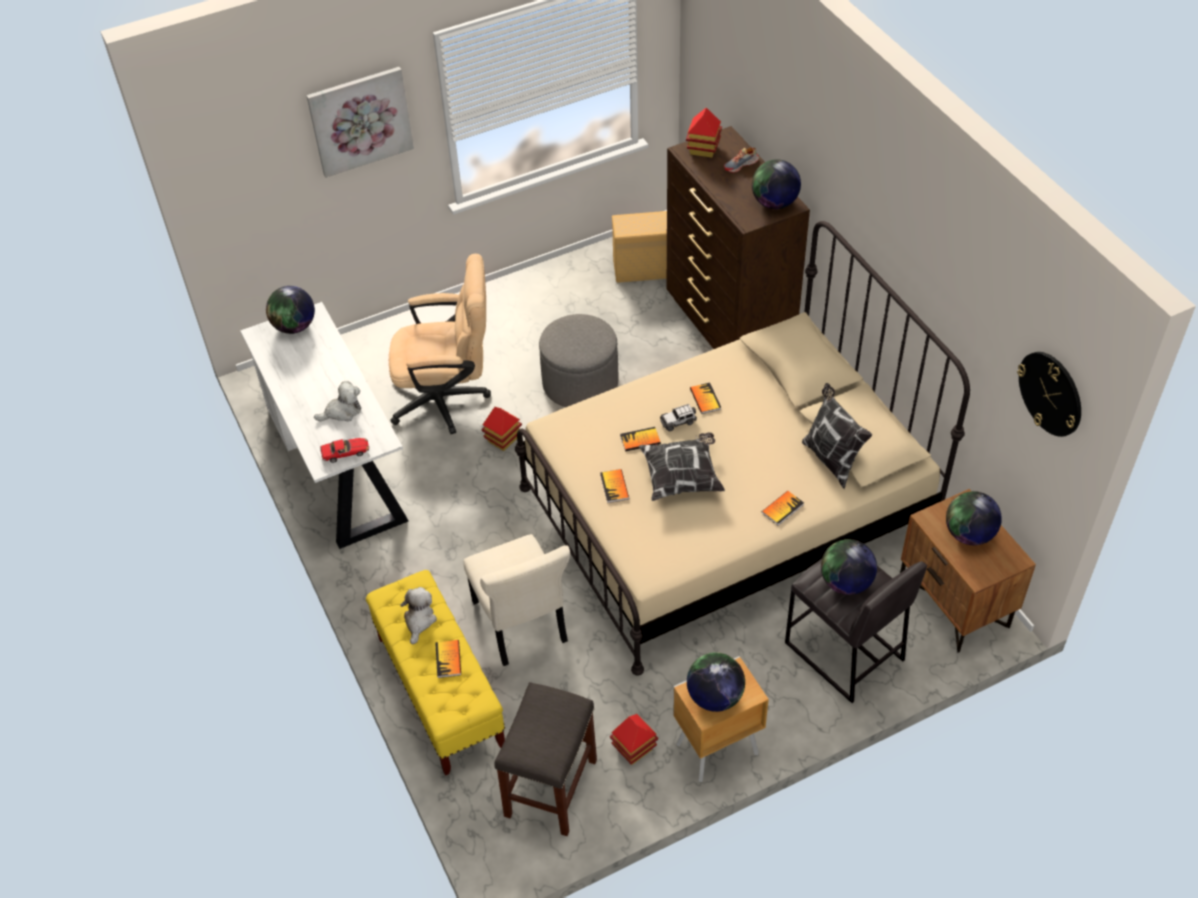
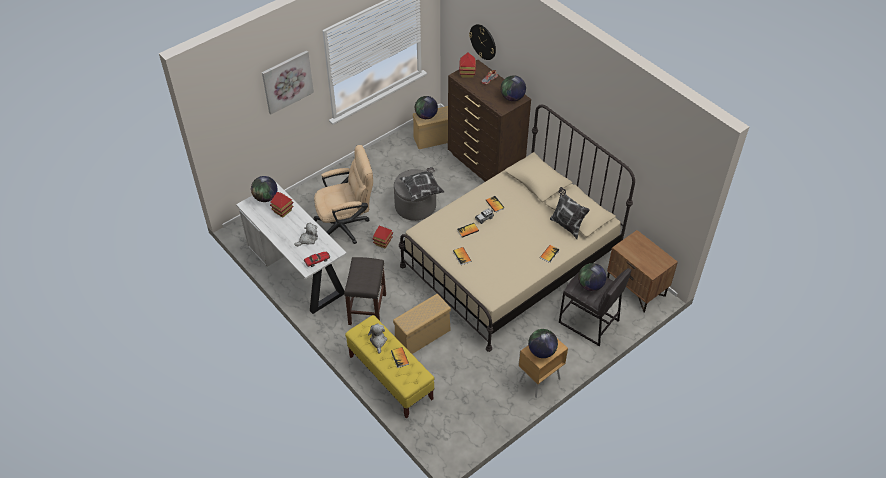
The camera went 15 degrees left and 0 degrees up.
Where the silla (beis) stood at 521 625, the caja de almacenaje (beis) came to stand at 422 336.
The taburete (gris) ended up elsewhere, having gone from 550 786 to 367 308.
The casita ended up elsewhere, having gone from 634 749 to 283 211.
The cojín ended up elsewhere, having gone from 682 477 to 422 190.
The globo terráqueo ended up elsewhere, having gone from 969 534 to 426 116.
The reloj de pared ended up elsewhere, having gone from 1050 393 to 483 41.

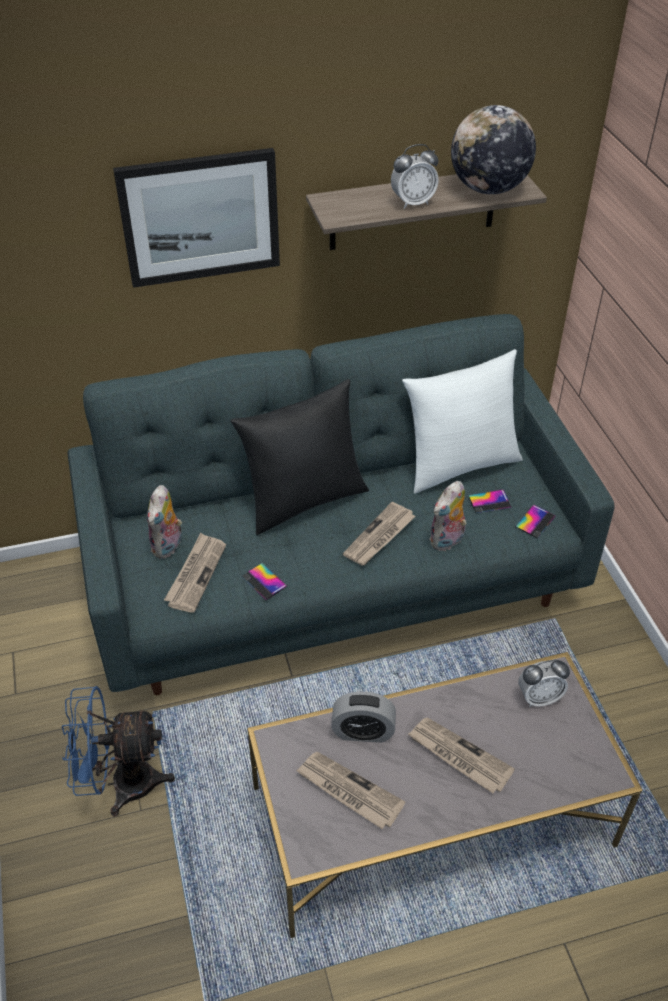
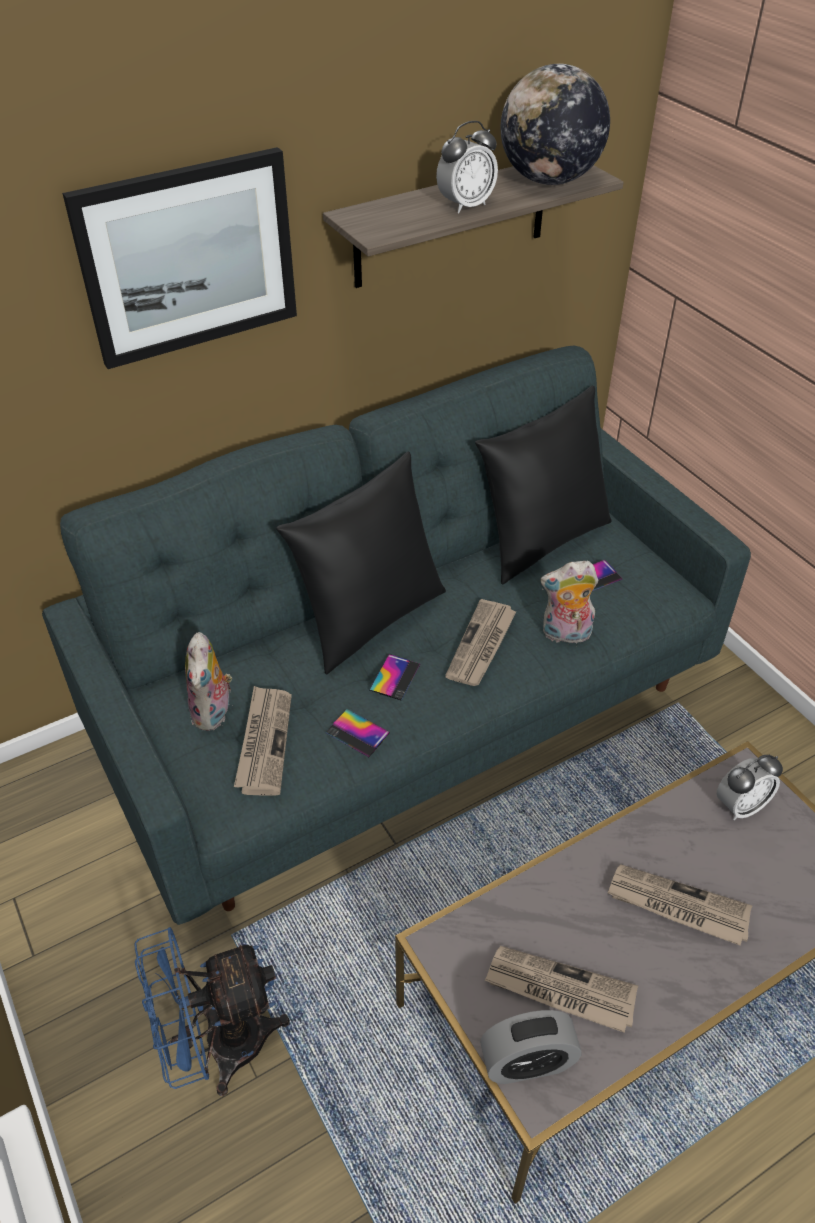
The camera went 15 degrees left and 0 degrees up.
The despertador ended up elsewhere, having gone from 363 731 to 527 1062.
What was the cojín (blanco) at 459 464 turned into the cojín (negro) at 541 540.
The peluche at 447 541 ended up facing another way, 60 degrees clockwise from before.
The móvil ended up elsewhere, having gone from 535 521 to 395 677.

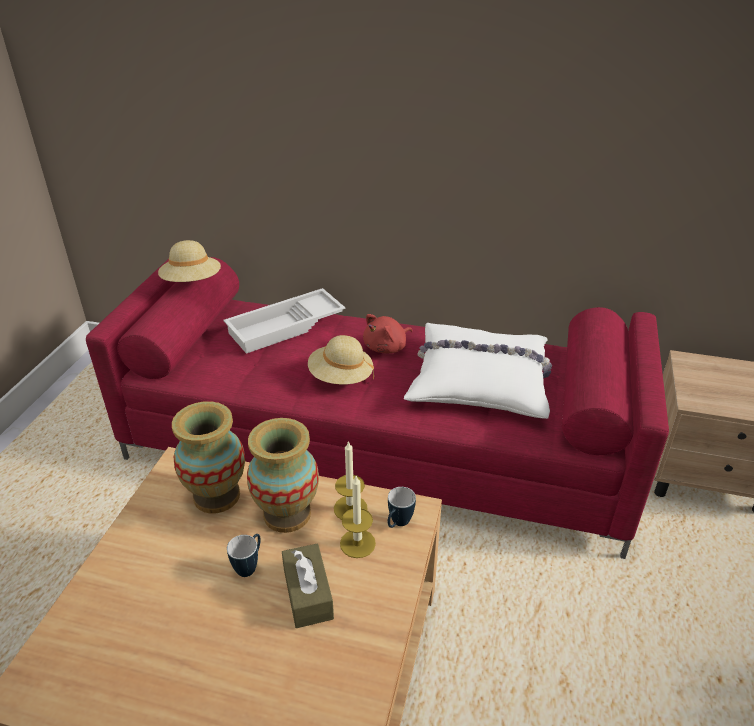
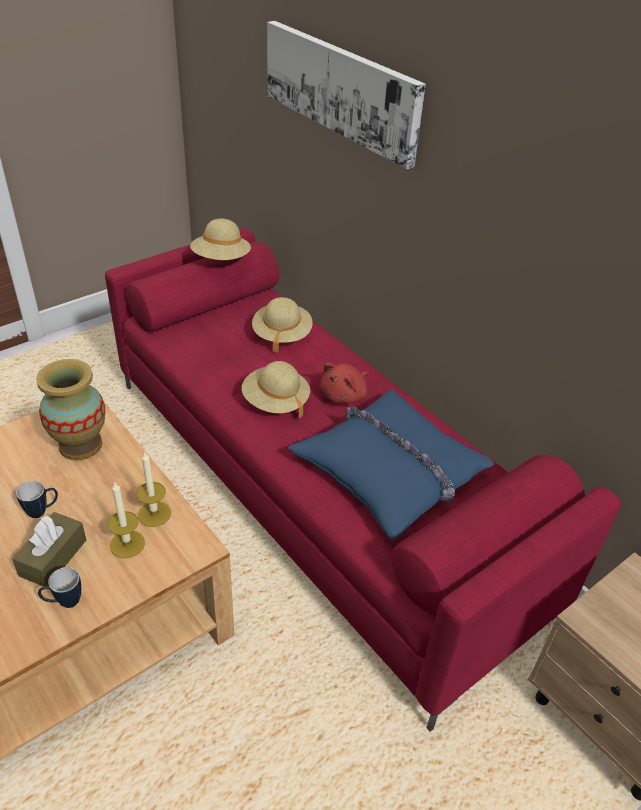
The camera went 35 degrees right and 5 degrees up.
Where the bandeja (blanco) stood at 286 327, the sombrero (beis) came to stand at 282 335.
The second view lost the florero at 287 514.
The peluche (rojo) at 387 347 ended up facing another way, 45 degrees counterclockwise from before.
The taza grande ended up elsewhere, having gone from 398 524 to 64 602.
What was the cojín (blanco) at 480 381 turned into the cojín (azul) at 390 471.
The second view gained the cuadro at 341 89.

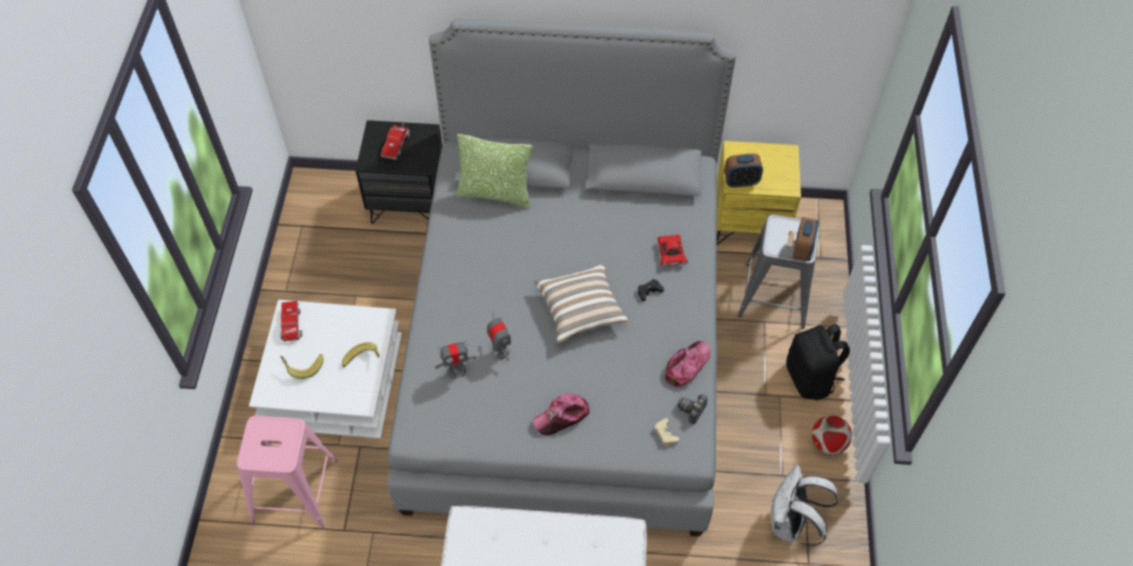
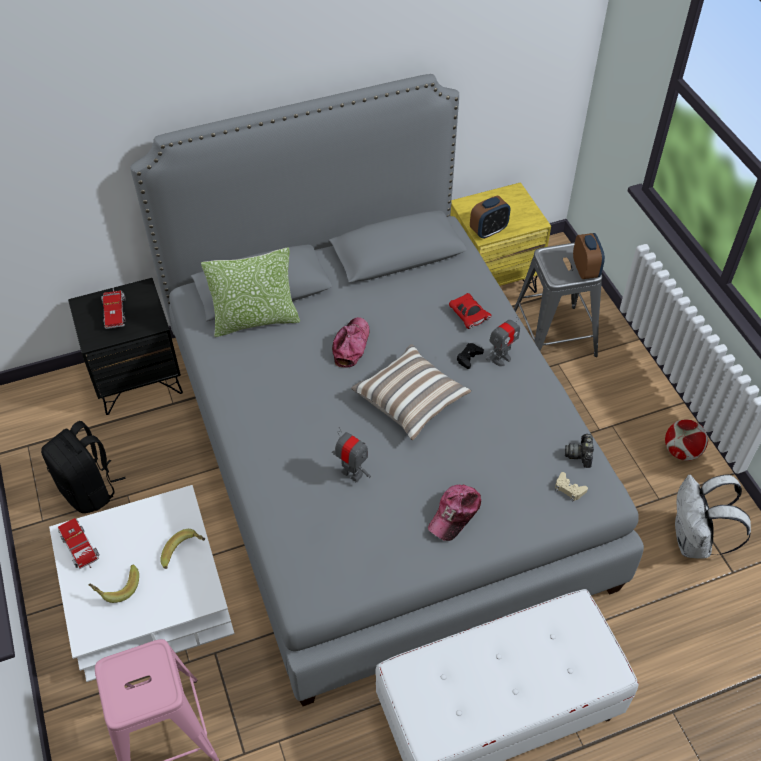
The camera went 25 degrees left and 5 degrees down.
The robot de juguete ended up elsewhere, having gone from 456 371 to 501 359.
The gorra ended up elsewhere, having gone from 687 365 to 351 345.
The mochila (negro) ended up elsewhere, having gone from 811 378 to 89 490.

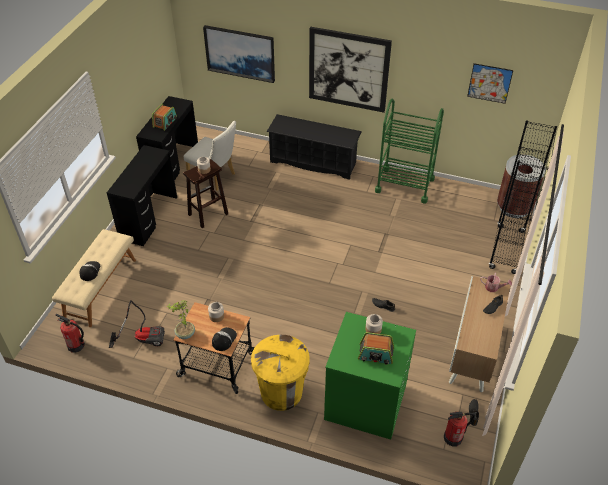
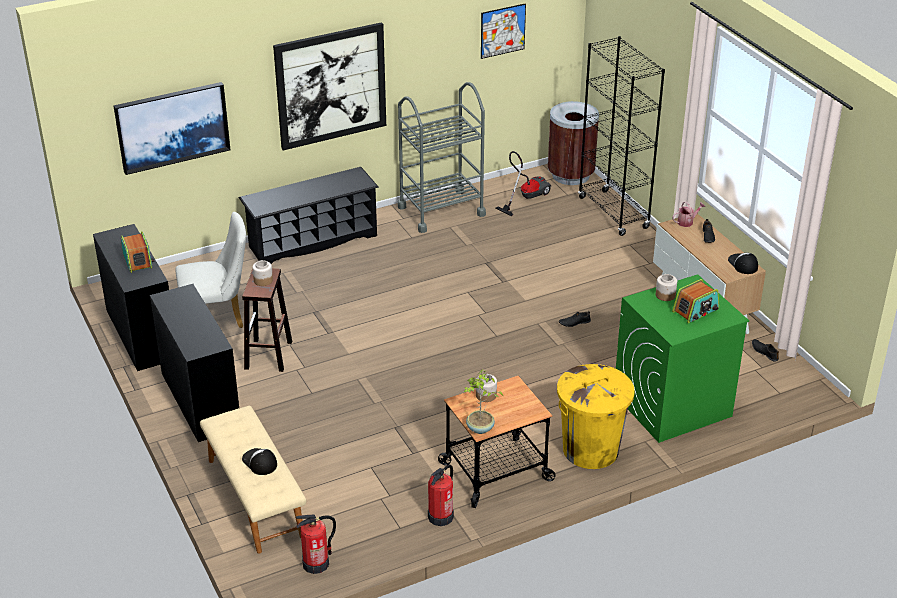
The camera went 45 degrees left and 10 degrees down.
The aspiradora ended up elsewhere, having gone from 143 338 to 526 197.
The gorra ended up elsewhere, having gone from 224 339 to 742 264.
What was the carrito (verde) at 404 185 turned into the carrito (gris) at 441 211.
The extintor ended up elsewhere, having gone from 453 437 to 441 516.

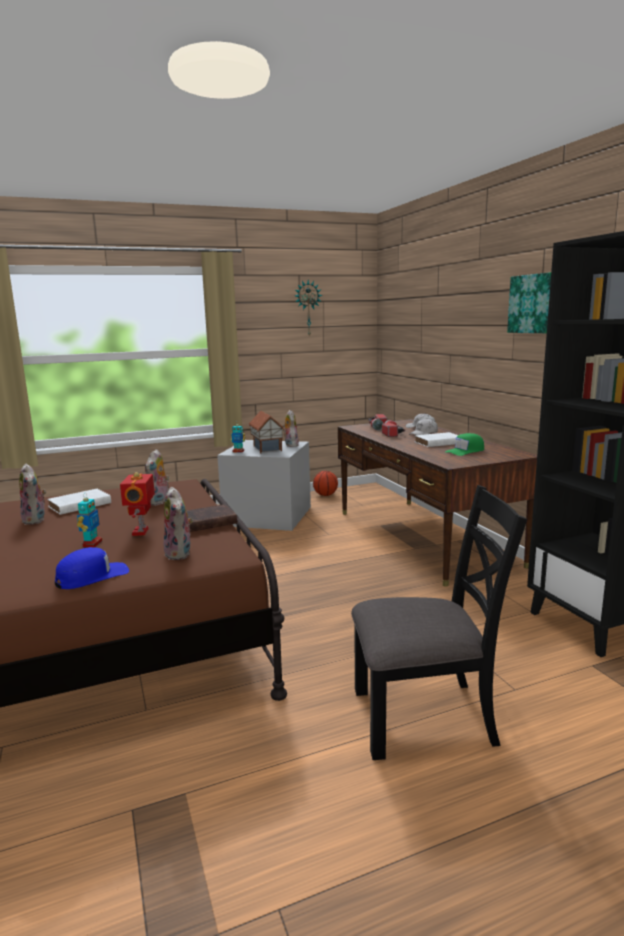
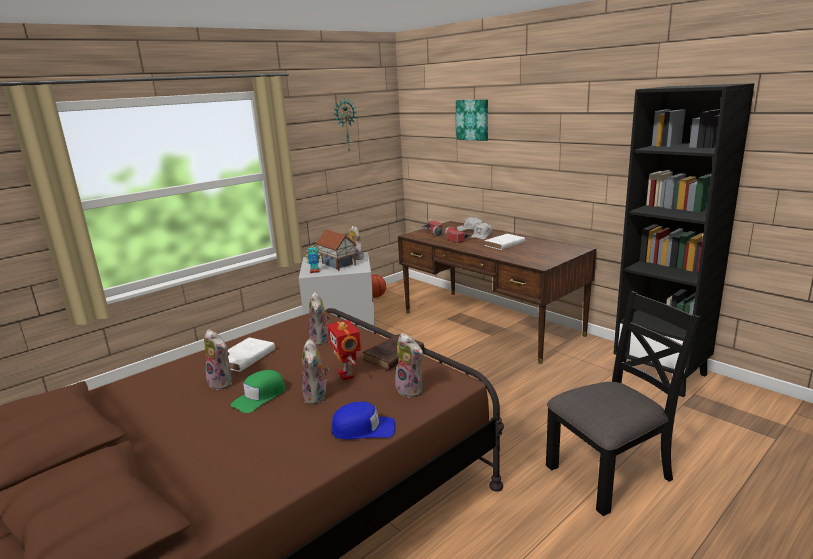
The camera went 20 degrees left and 5 degrees up.
The gorra (azul) at 92 576 ended up facing another way, 60 degrees clockwise from before.
Where the robot de juguete stood at 92 544, the peluche came to stand at 317 397.
The gorra (verde) ended up elsewhere, having gone from 465 451 to 260 397.
The cuadro ended up elsewhere, having gone from 532 304 to 473 120.

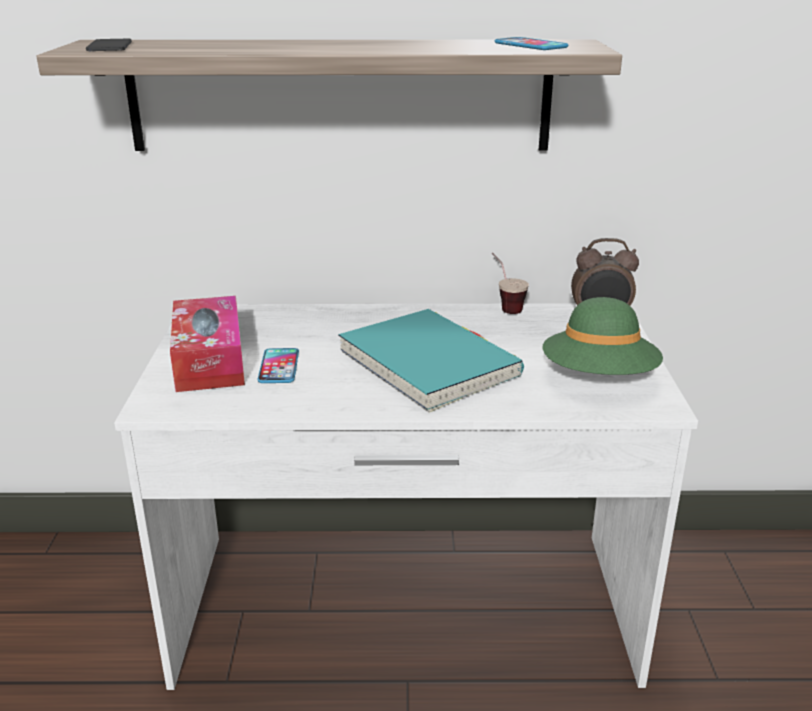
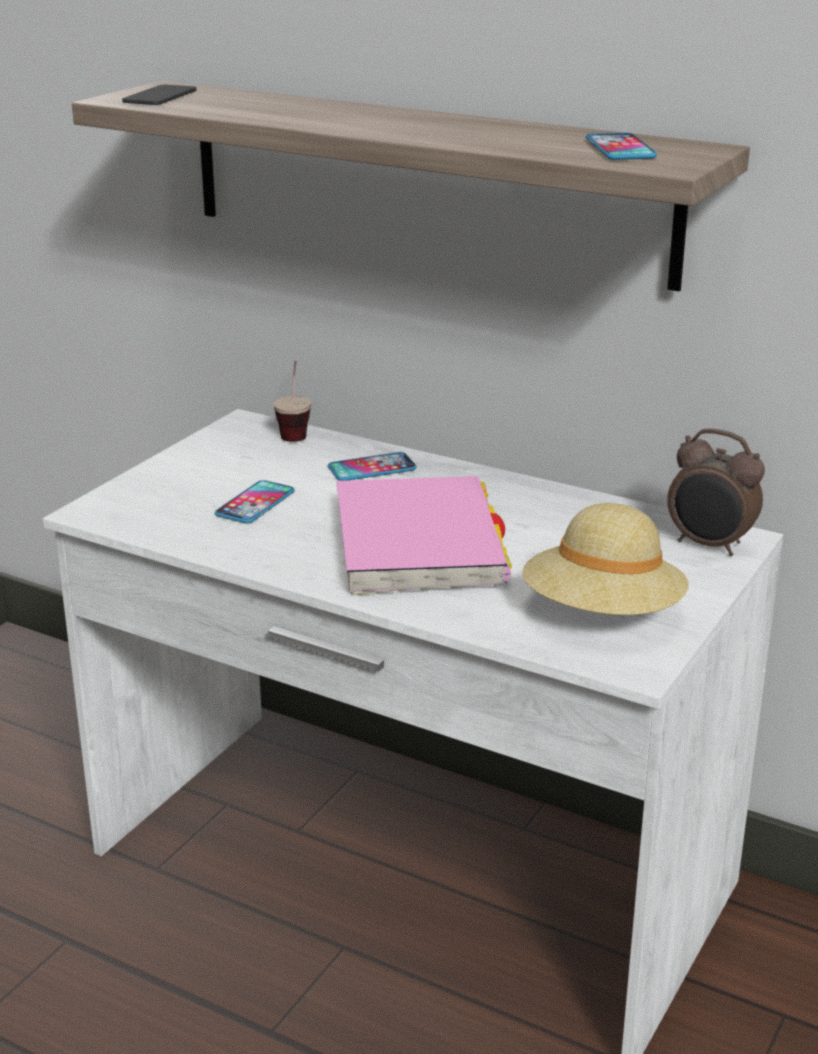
The camera went 30 degrees right and 0 degrees up.
The second view lost the caja de pañuelos at 209 359.
What was the libro (turquesa) at 428 364 turned into the libro (rosa) at 418 543.
The taza ended up elsewhere, having gone from 504 306 to 294 431.
What was the sombrero (verde) at 599 378 turned into the sombrero (beis) at 603 614.
The second view gained the móvil at 372 468.

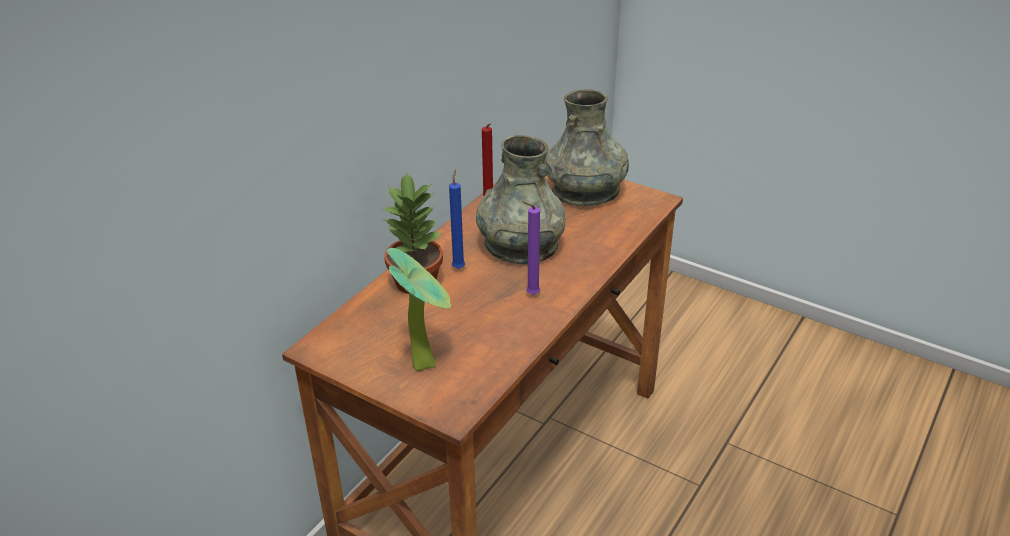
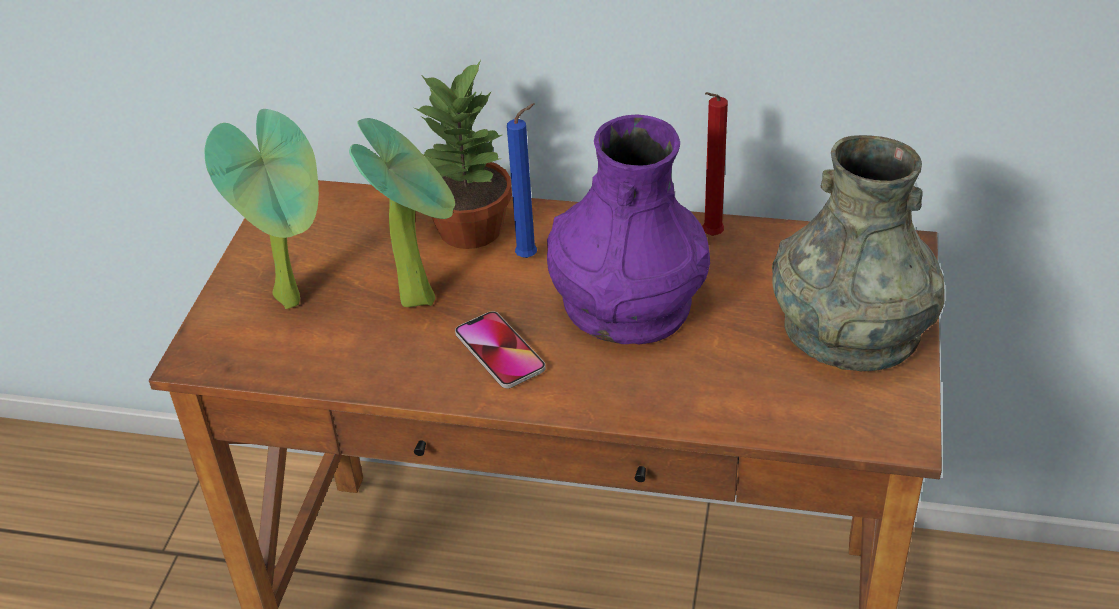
The camera went 70 degrees right and 5 degrees up.
What was the florero (gris) at 520 245 turned into the florero (morado) at 627 302.
Where the vela (morado) stood at 530 294, the móvil came to stand at 499 351.
The second view gained the planta en maceta at 422 296.

